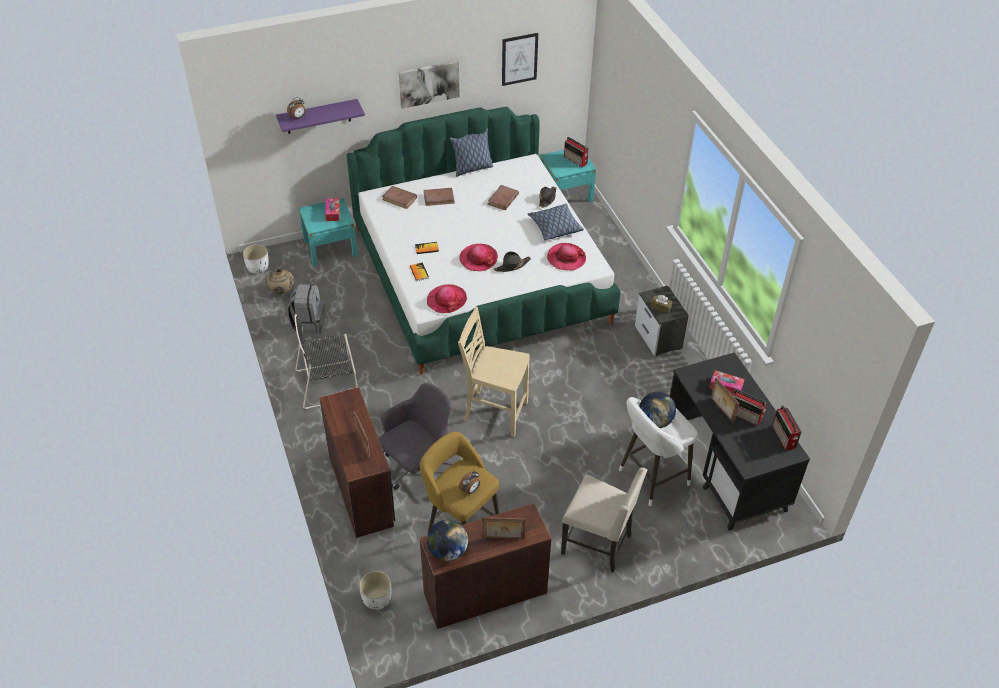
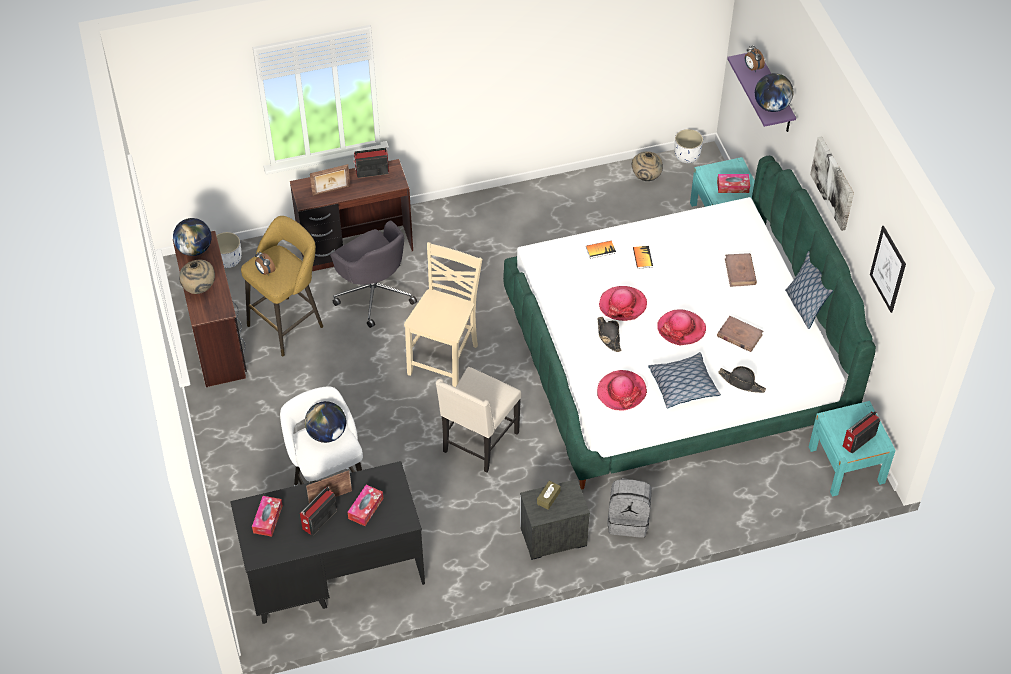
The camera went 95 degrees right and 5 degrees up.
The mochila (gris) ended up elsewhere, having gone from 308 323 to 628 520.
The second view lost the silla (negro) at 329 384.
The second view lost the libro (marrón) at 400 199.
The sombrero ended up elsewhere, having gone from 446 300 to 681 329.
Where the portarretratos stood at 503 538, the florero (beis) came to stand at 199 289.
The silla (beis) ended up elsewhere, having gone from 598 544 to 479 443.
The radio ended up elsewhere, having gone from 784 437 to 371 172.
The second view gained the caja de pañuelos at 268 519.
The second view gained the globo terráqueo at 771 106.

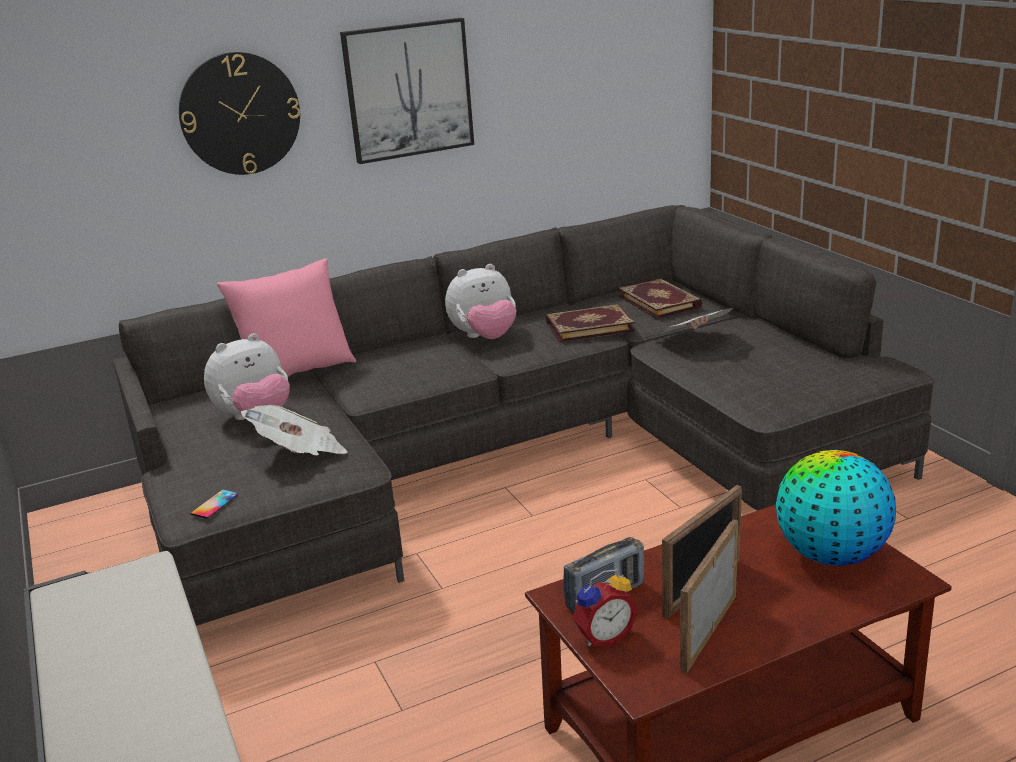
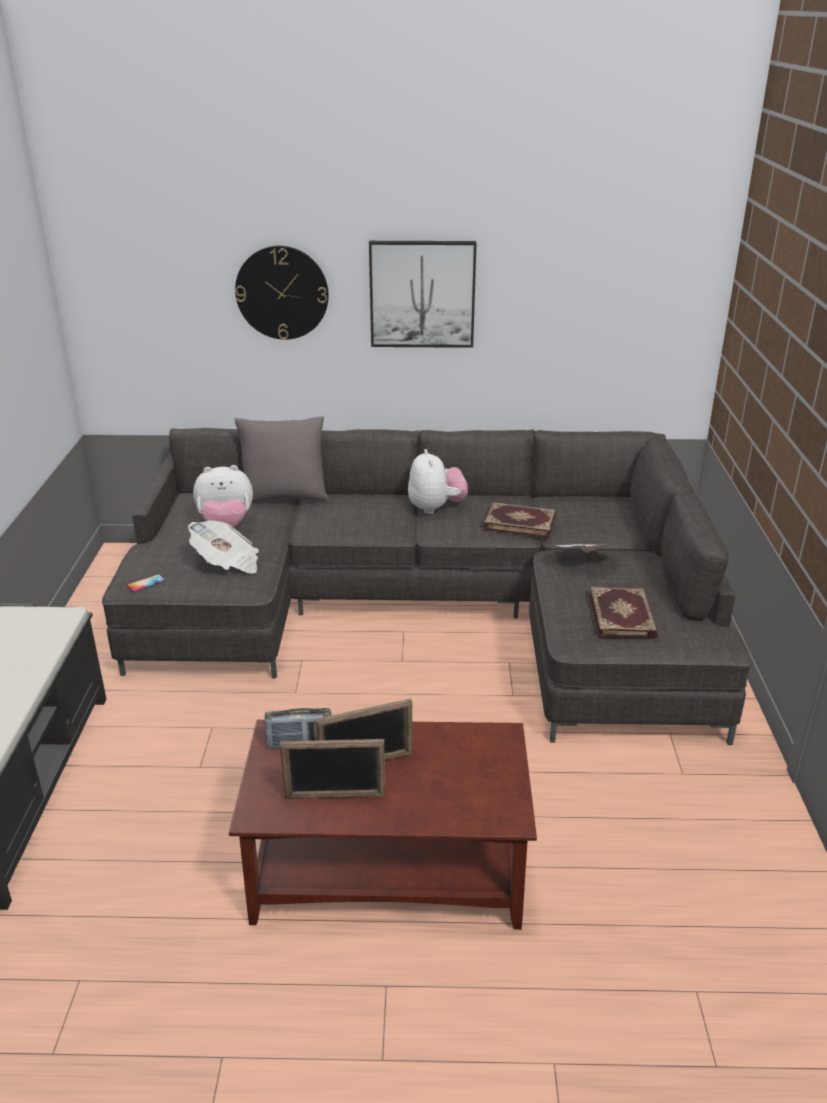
The camera went 25 degrees right and 5 degrees up.
What was the cojín (rosa) at 297 373 turned into the cojín (gris) at 284 497.
The peluche at 485 337 ended up facing another way, 105 degrees counterclockwise from before.
The second view lost the despertador at 603 636.
The libro ended up elsewhere, having gone from 660 301 to 623 615.
The portarretratos at 708 632 ended up facing another way, 150 degrees counterclockwise from before.
The second view lost the globo terráqueo at 830 555.

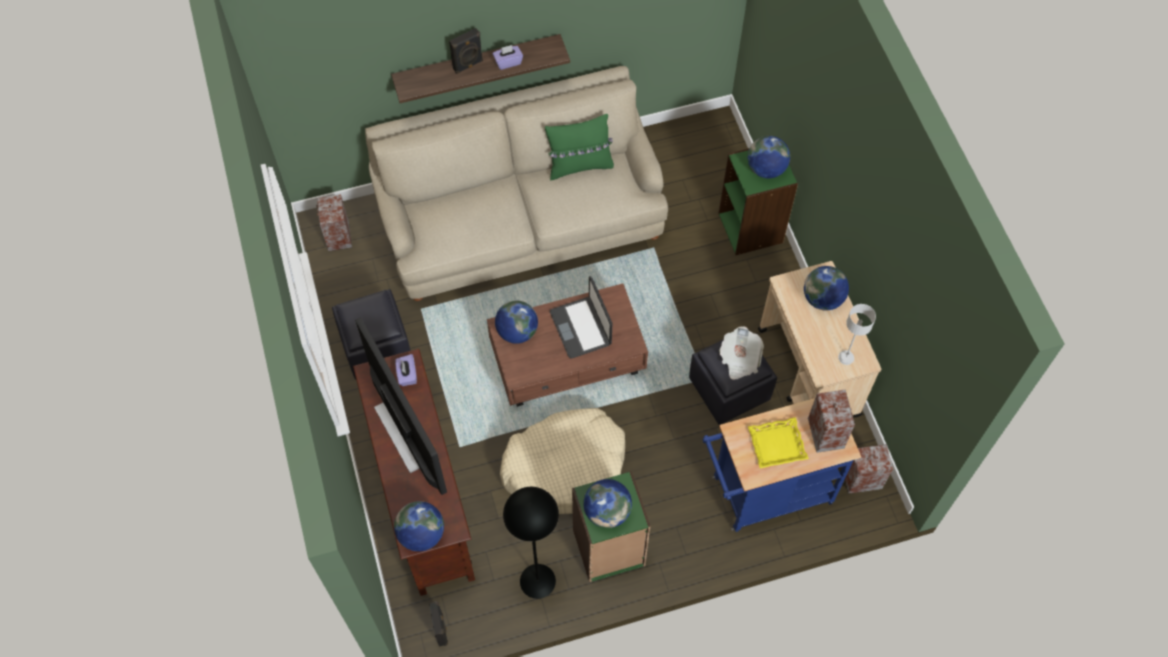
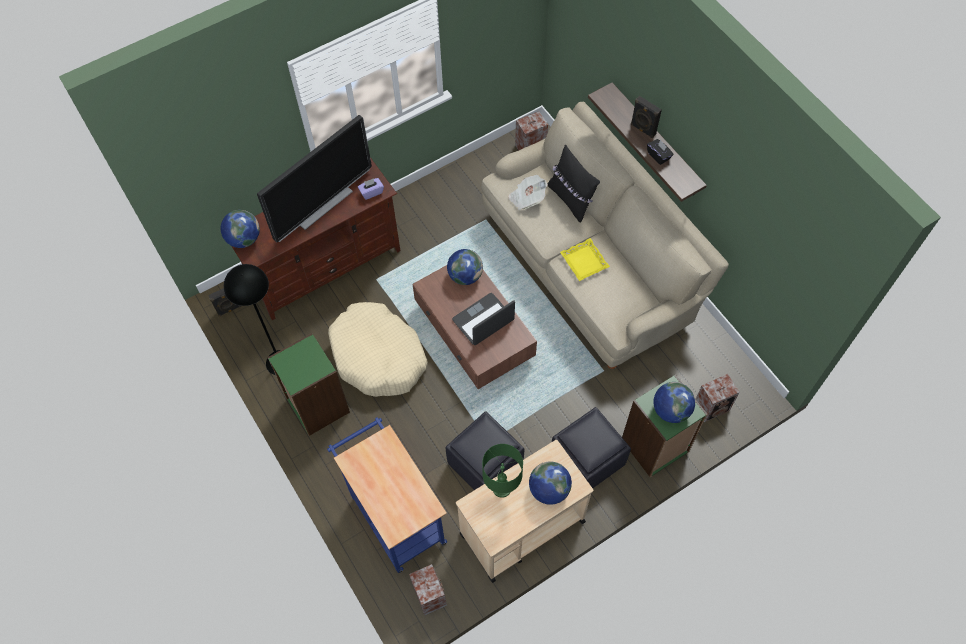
The camera went 75 degrees right and 0 degrees up.
The puf (negro) ended up elsewhere, having gone from 377 347 to 587 460.
What was the caja de pañuelos (morado) at 508 62 turned into the caja de pañuelos (negro) at 658 156.
The second view lost the cojín (verde) at 579 165.
The second view lost the globo terráqueo at 607 511.
The periódico ended up elsewhere, having gone from 739 359 to 527 198.
The bandeja (amarillo) ended up elsewhere, having gone from 777 445 to 584 262.
The altavoz ended up elsewhere, having gone from 826 432 to 712 407.
The second view lost the lámpara de mesa (gris) at 846 357.
The second view gained the lámpara de mesa (verde) at 502 488.
The second view gained the cojín (negro) at 571 199.

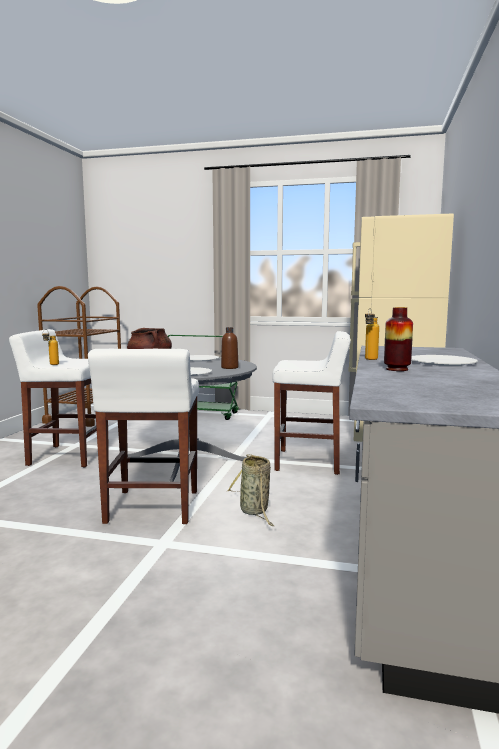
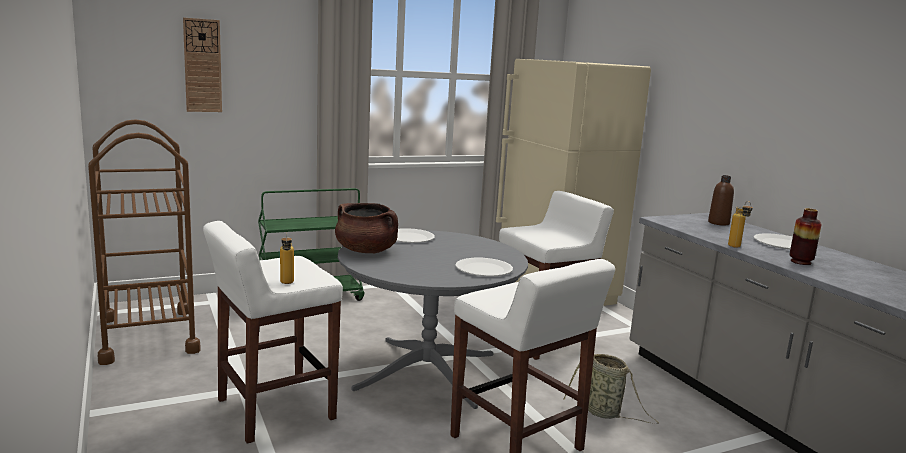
The camera went 40 degrees left and 5 degrees up.
The botella (marrón) ended up elsewhere, having gone from 229 367 to 718 223.
The second view gained the reloj de pared at 202 66.

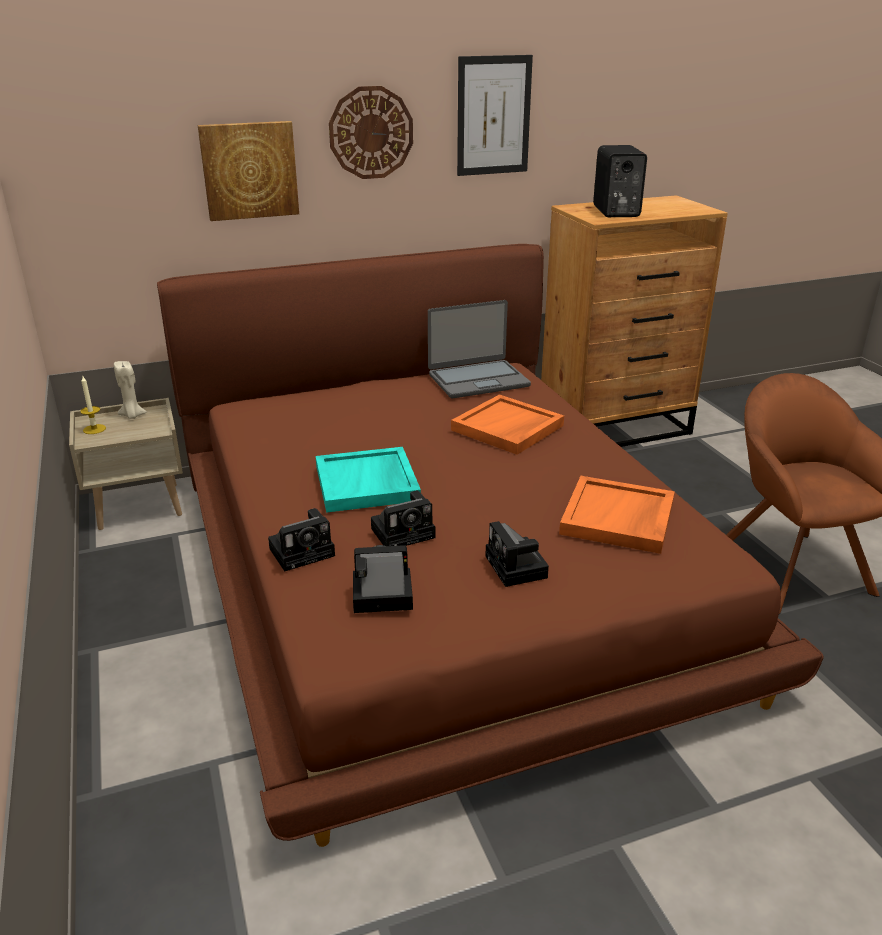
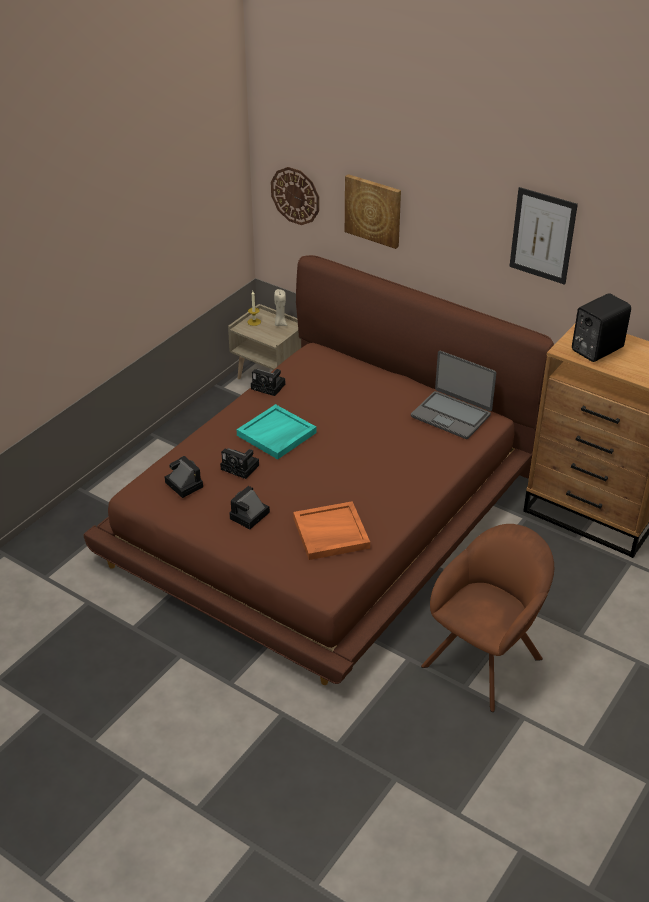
The camera went 55 degrees right and 10 degrees up.
The cámara ended up elsewhere, having gone from 304 551 to 269 387.
The reloj de pared ended up elsewhere, having gone from 371 133 to 295 195.
The second view lost the bandeja (naranja) at 507 428.

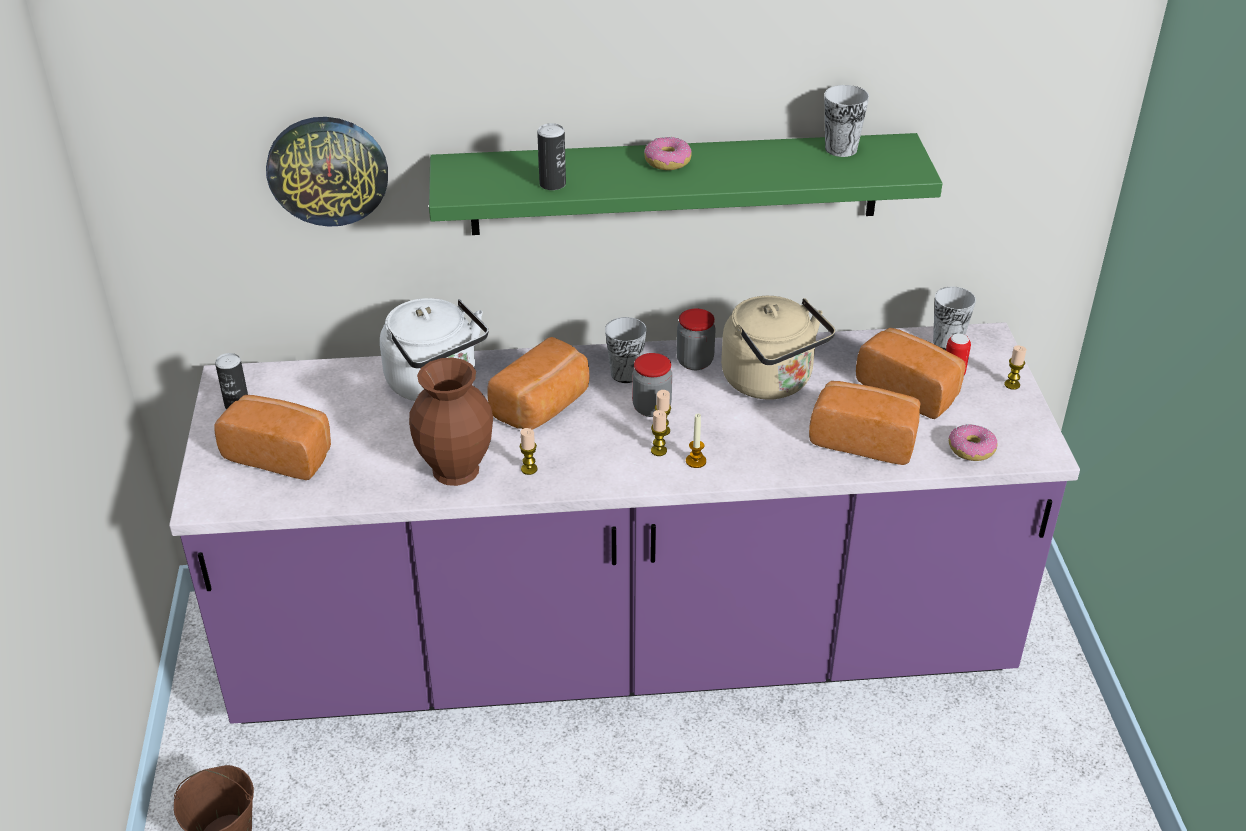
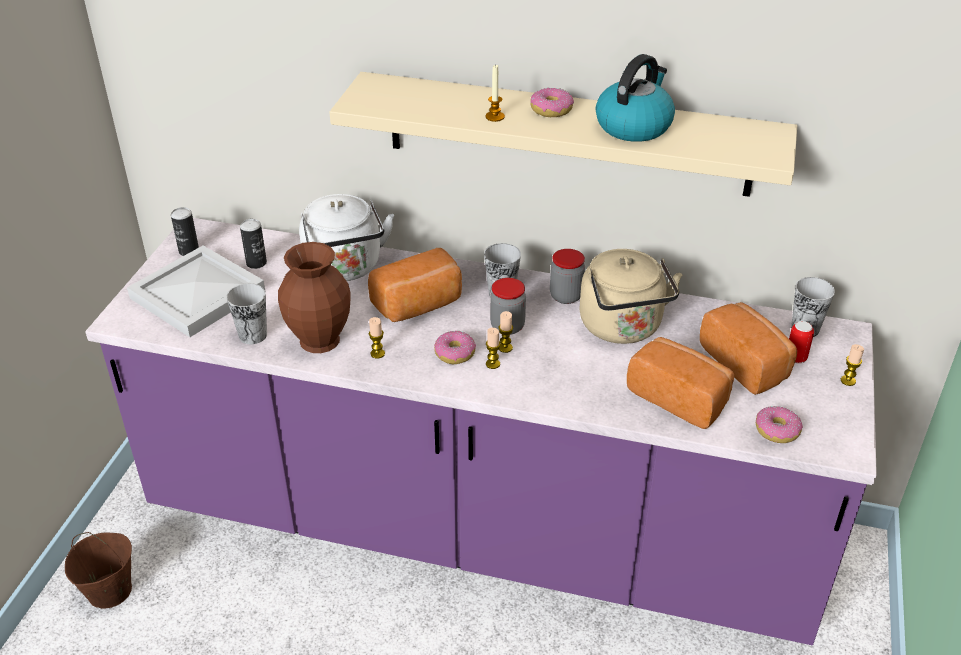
The camera went 20 degrees right and 0 degrees up.
Where the pan stood at 281 453, the bandeja (blanco) came to stand at 197 296.
The second view lost the reloj de pared at 327 170.
What was the estante (verde) at 675 184 turned into the estante (beis) at 567 134.
The lata ended up elsewhere, having gone from 552 184 to 256 263.
The vela ended up elsewhere, having gone from 696 461 to 495 117.
The taza ended up elsewhere, having gone from 841 149 to 253 335.
The second view gained the rosquilla at 454 353.
The second view gained the hervidor at 633 125.

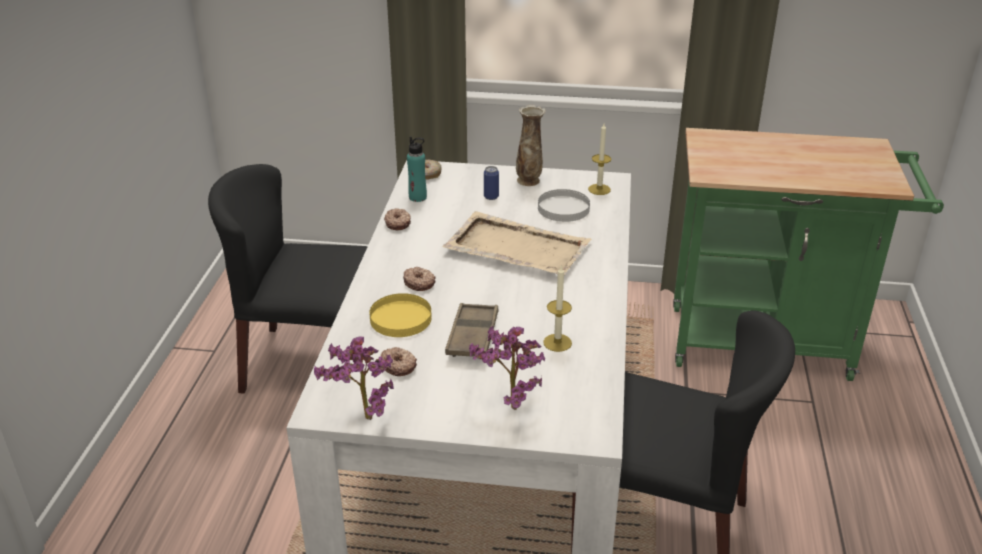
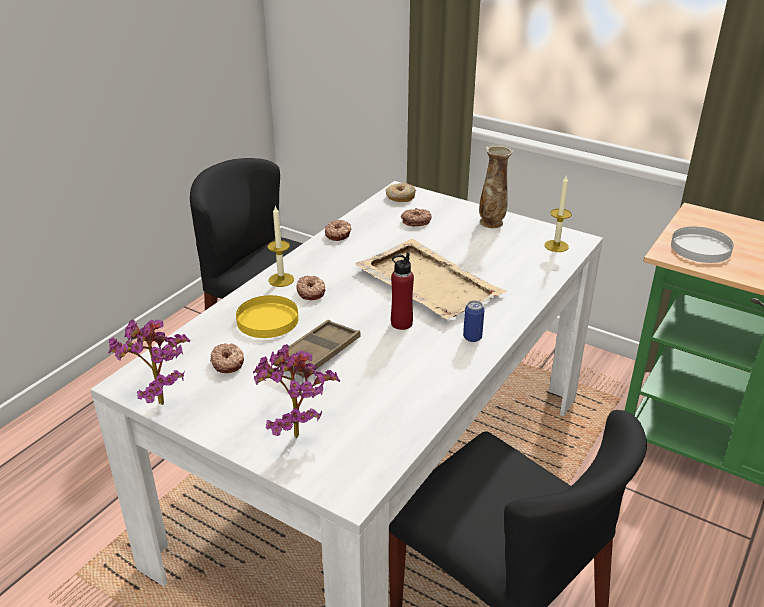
The camera went 25 degrees right and 0 degrees up.
The second view lost the botella (turquesa) at 417 197.
The lata ended up elsewhere, having gone from 491 197 to 472 337.
The plato (blanco) ended up elsewhere, having gone from 563 208 to 700 248.
The vela ended up elsewhere, having gone from 557 342 to 281 280.
The second view gained the botella (rojo) at 401 323.
The second view gained the rosquilla at 416 221.

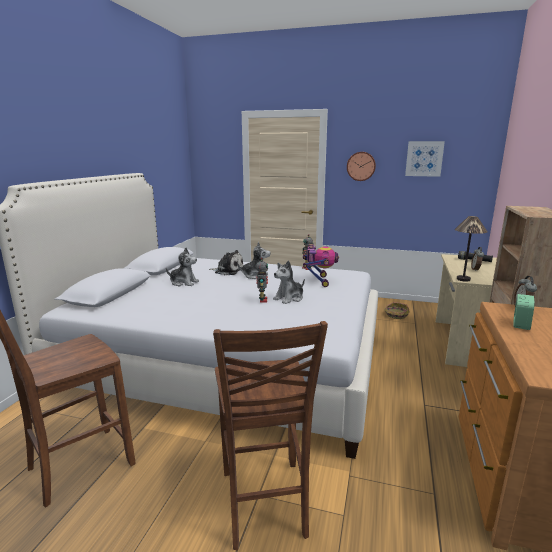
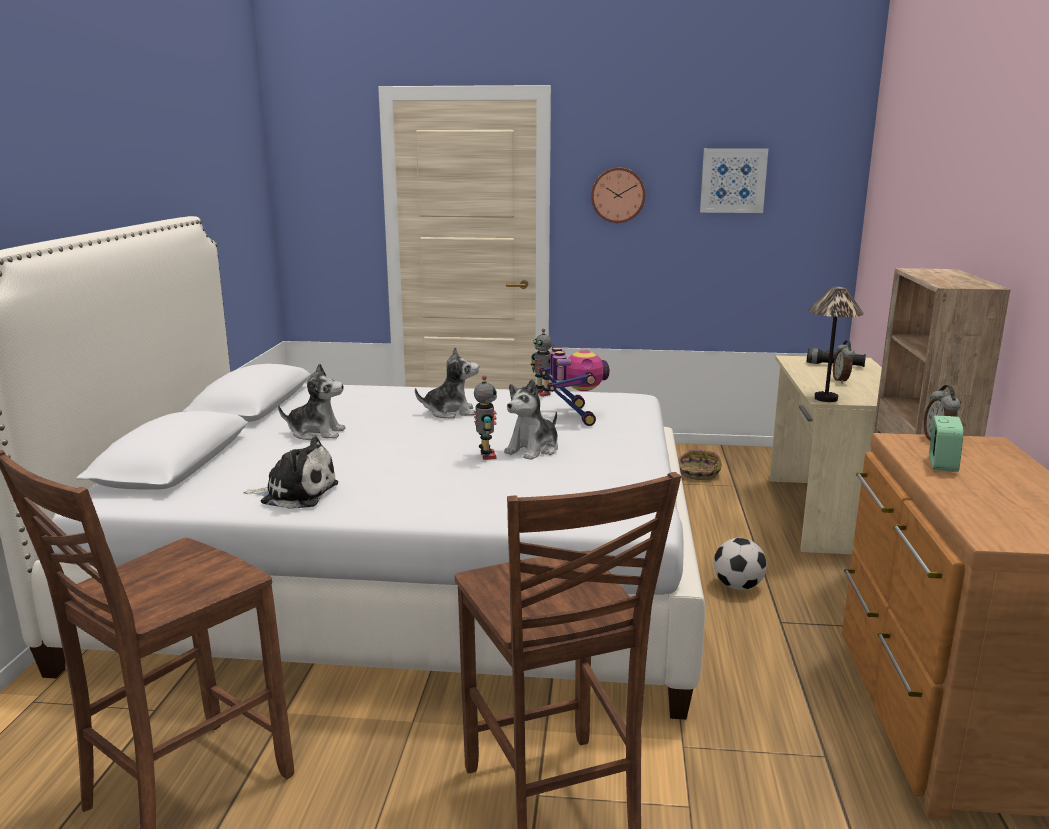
The camera went 10 degrees left and 0 degrees up.
The peluche ended up elsewhere, having gone from 228 271 to 295 494.
The second view gained the balón de fútbol at 738 586.

